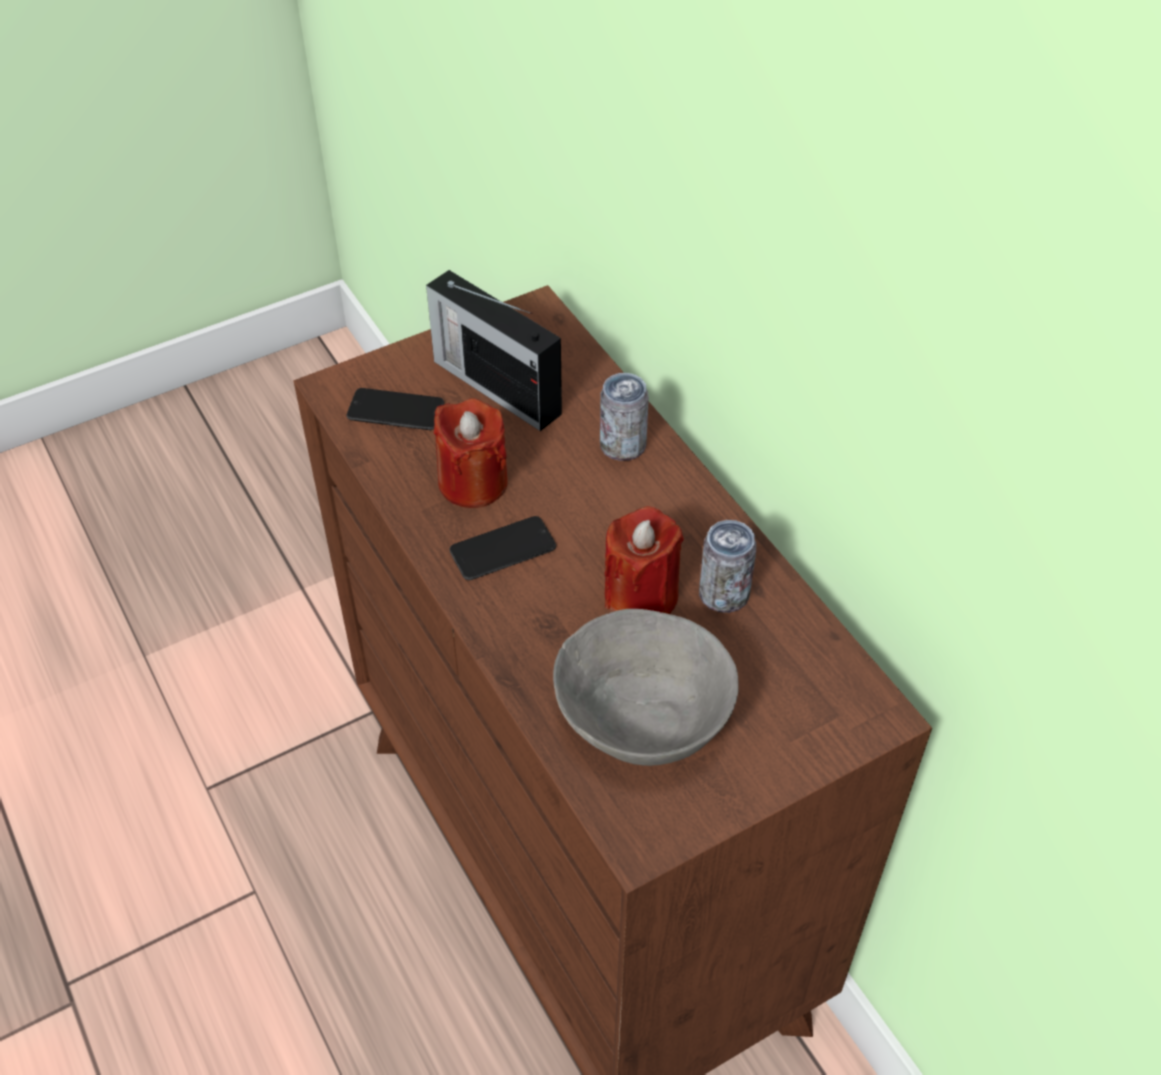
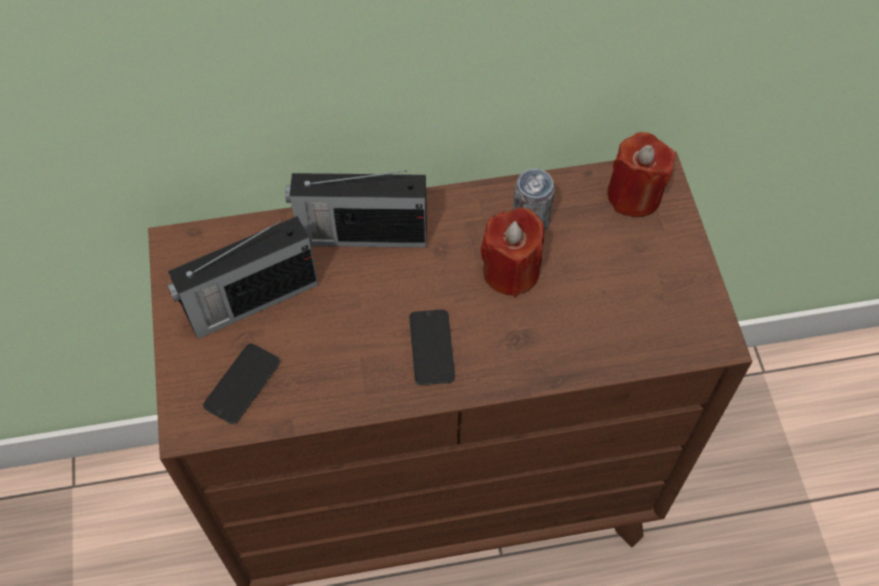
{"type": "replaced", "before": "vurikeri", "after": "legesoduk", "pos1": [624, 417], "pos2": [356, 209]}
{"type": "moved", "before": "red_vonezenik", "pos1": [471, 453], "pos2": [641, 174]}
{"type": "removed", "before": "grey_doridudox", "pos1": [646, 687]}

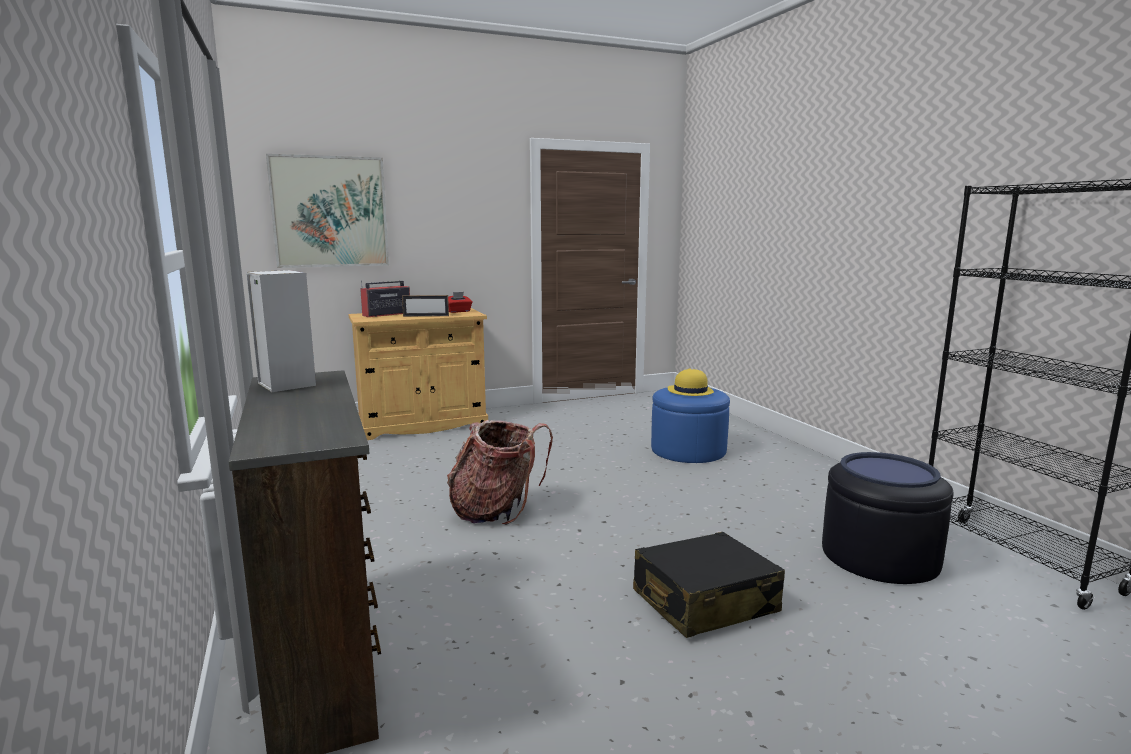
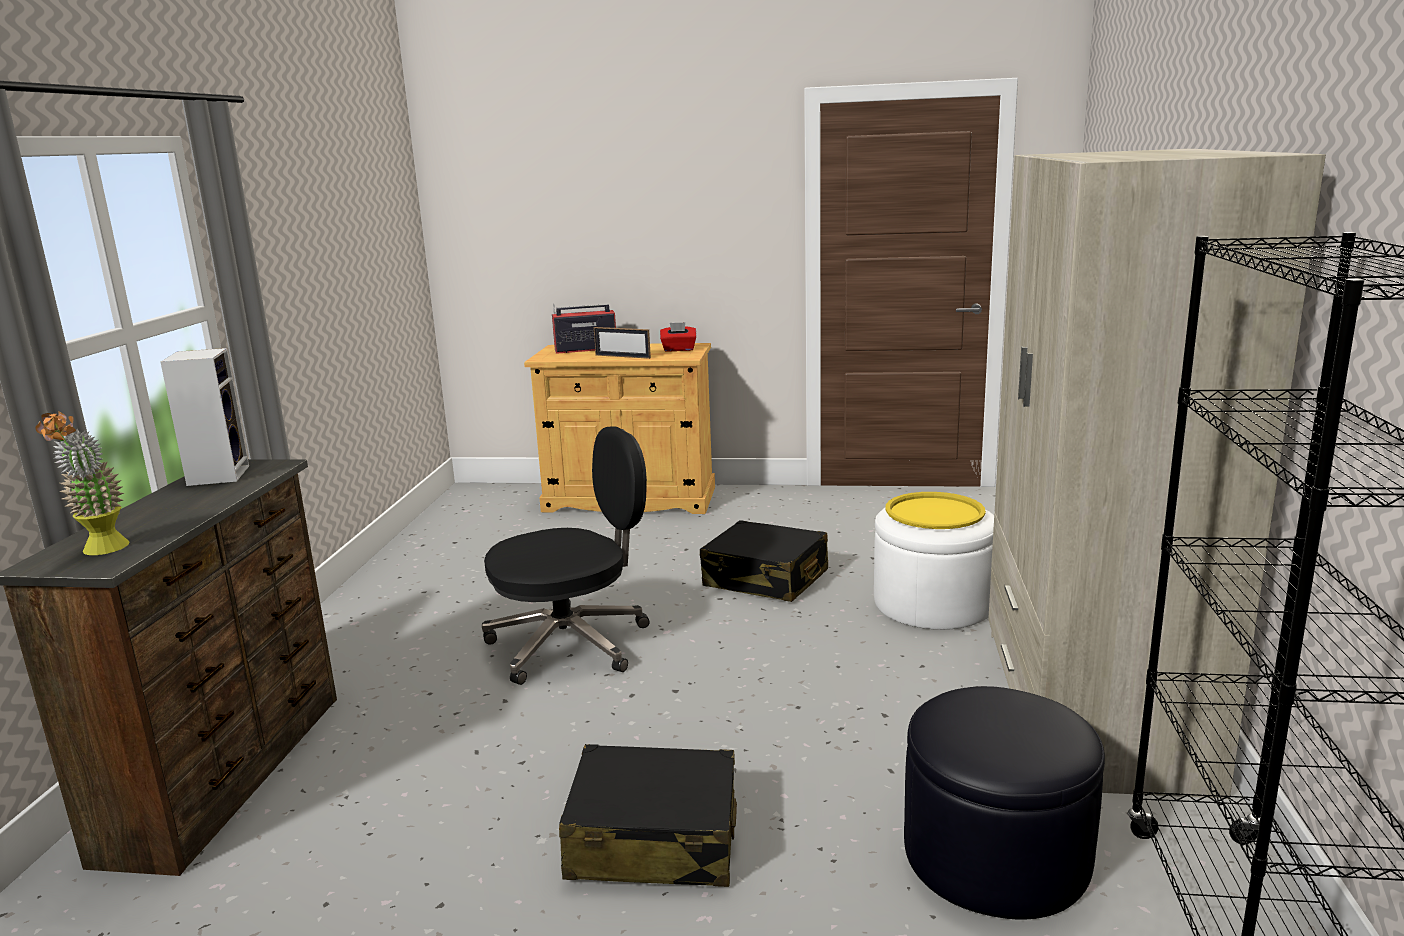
{"type": "removed", "before": "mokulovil", "pos1": [327, 211]}
{"type": "replaced", "before": "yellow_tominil", "after": "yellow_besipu", "pos1": [691, 382], "pos2": [935, 510]}
{"type": "recoloured", "before": "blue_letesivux", "after": "white_letesivux", "pos1": [690, 425], "pos2": [934, 568]}
{"type": "replaced", "before": "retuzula", "after": "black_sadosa", "pos1": [500, 472], "pos2": [566, 555]}
{"type": "removed", "before": "blue_besipu", "pos1": [890, 470]}
{"type": "added", "after": "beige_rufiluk", "pos2": [1157, 474]}
{"type": "added", "after": "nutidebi", "pos2": [82, 483]}
{"type": "added", "after": "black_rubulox", "pos2": [764, 561]}

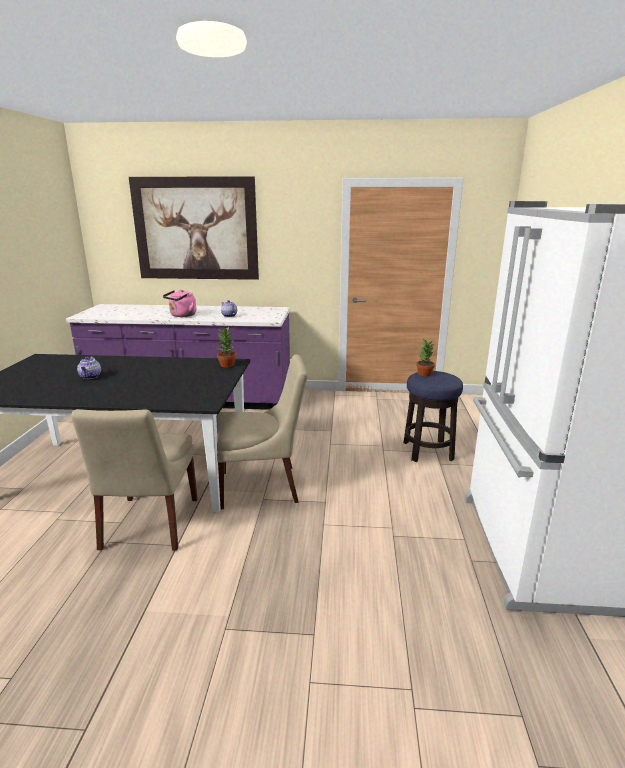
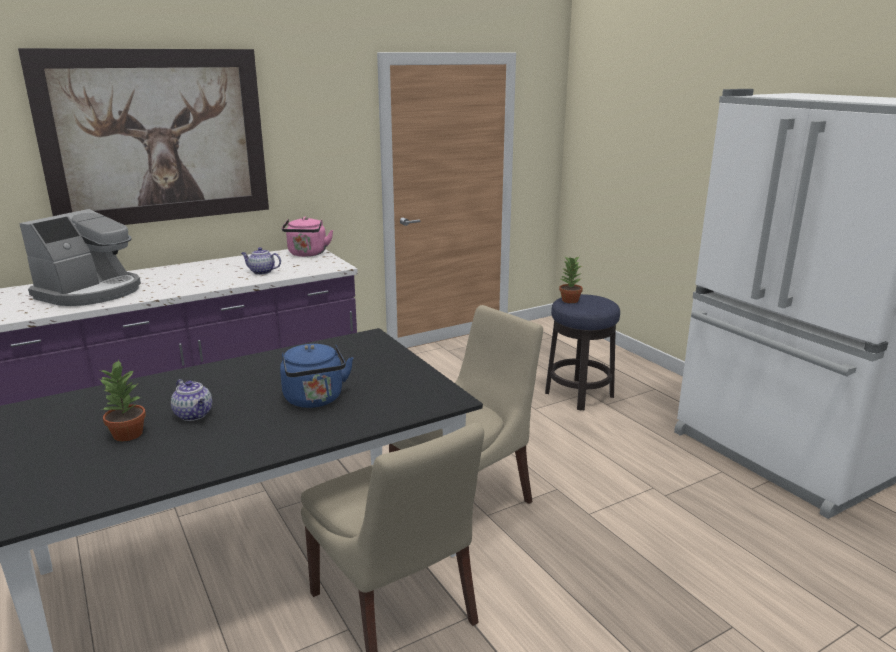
{"type": "moved", "before": "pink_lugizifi", "pos1": [179, 303], "pos2": [307, 237]}
{"type": "moved", "before": "nutidebi", "pos1": [227, 347], "pos2": [122, 400]}
{"type": "added", "after": "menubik", "pos2": [80, 257]}
{"type": "added", "after": "blue_lugizifi", "pos2": [316, 376]}

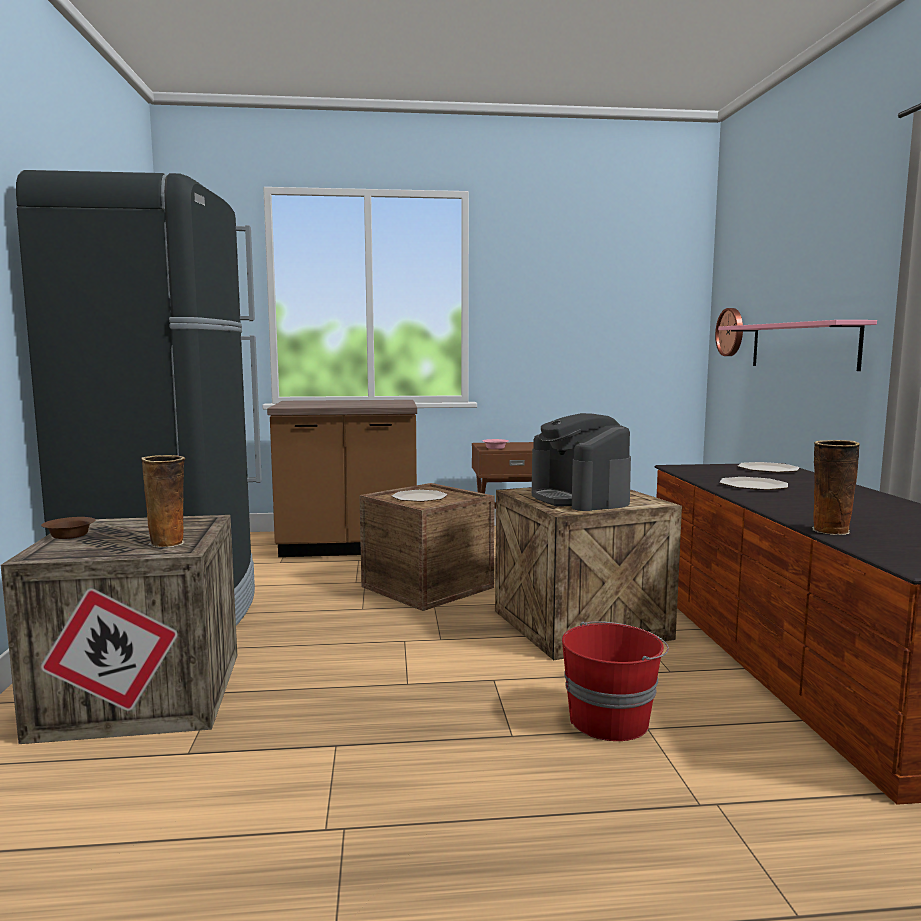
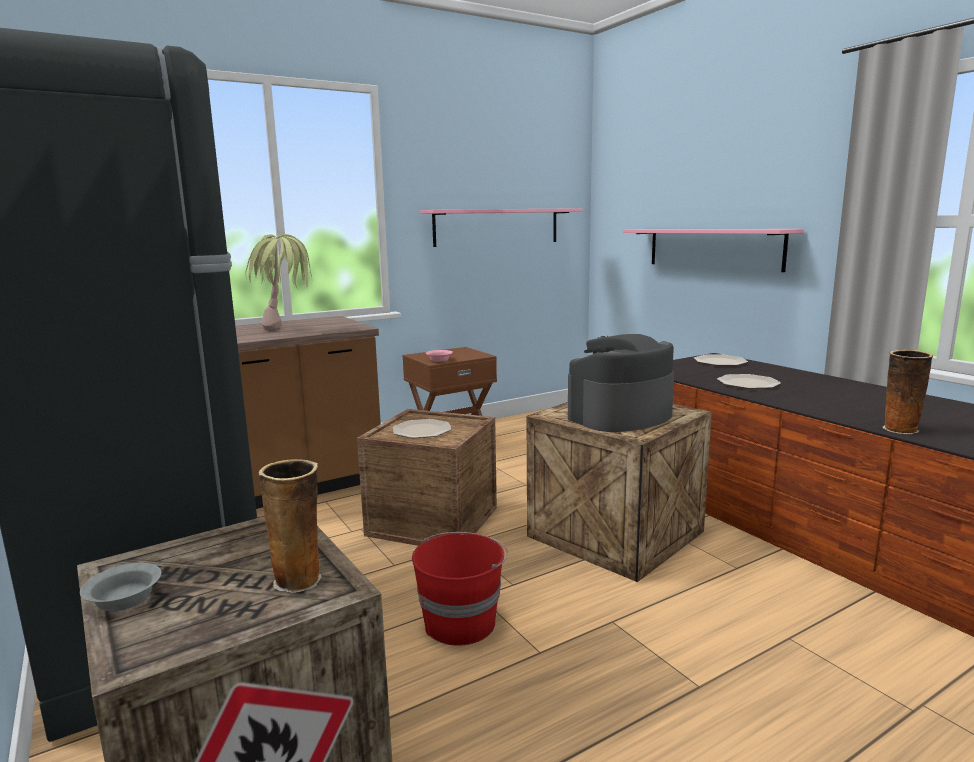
{"type": "removed", "before": "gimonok", "pos1": [729, 332]}
{"type": "turned", "before": "menubik", "pos1": [581, 462], "pos2": [621, 383], "turn": 105}
{"type": "recoloured", "before": "brown_doridudox", "after": "grey_doridudox", "pos1": [68, 528], "pos2": [120, 587]}
{"type": "moved", "before": "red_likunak", "pos1": [615, 681], "pos2": [460, 589]}
{"type": "added", "after": "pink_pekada", "pos2": [501, 227]}
{"type": "added", "after": "nutidebi", "pos2": [278, 282]}

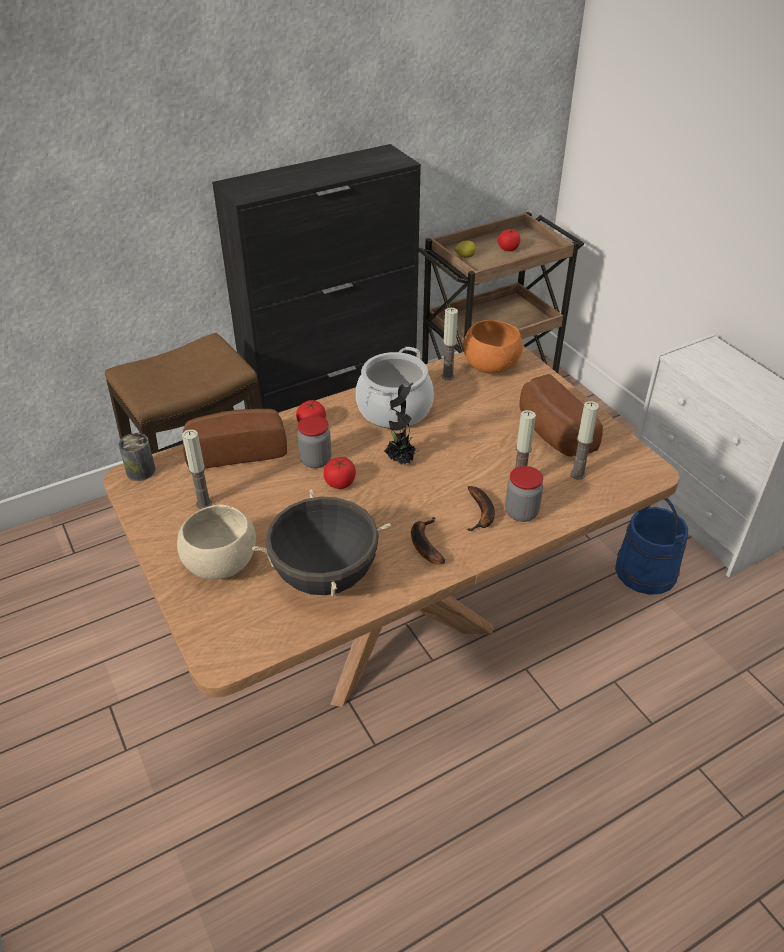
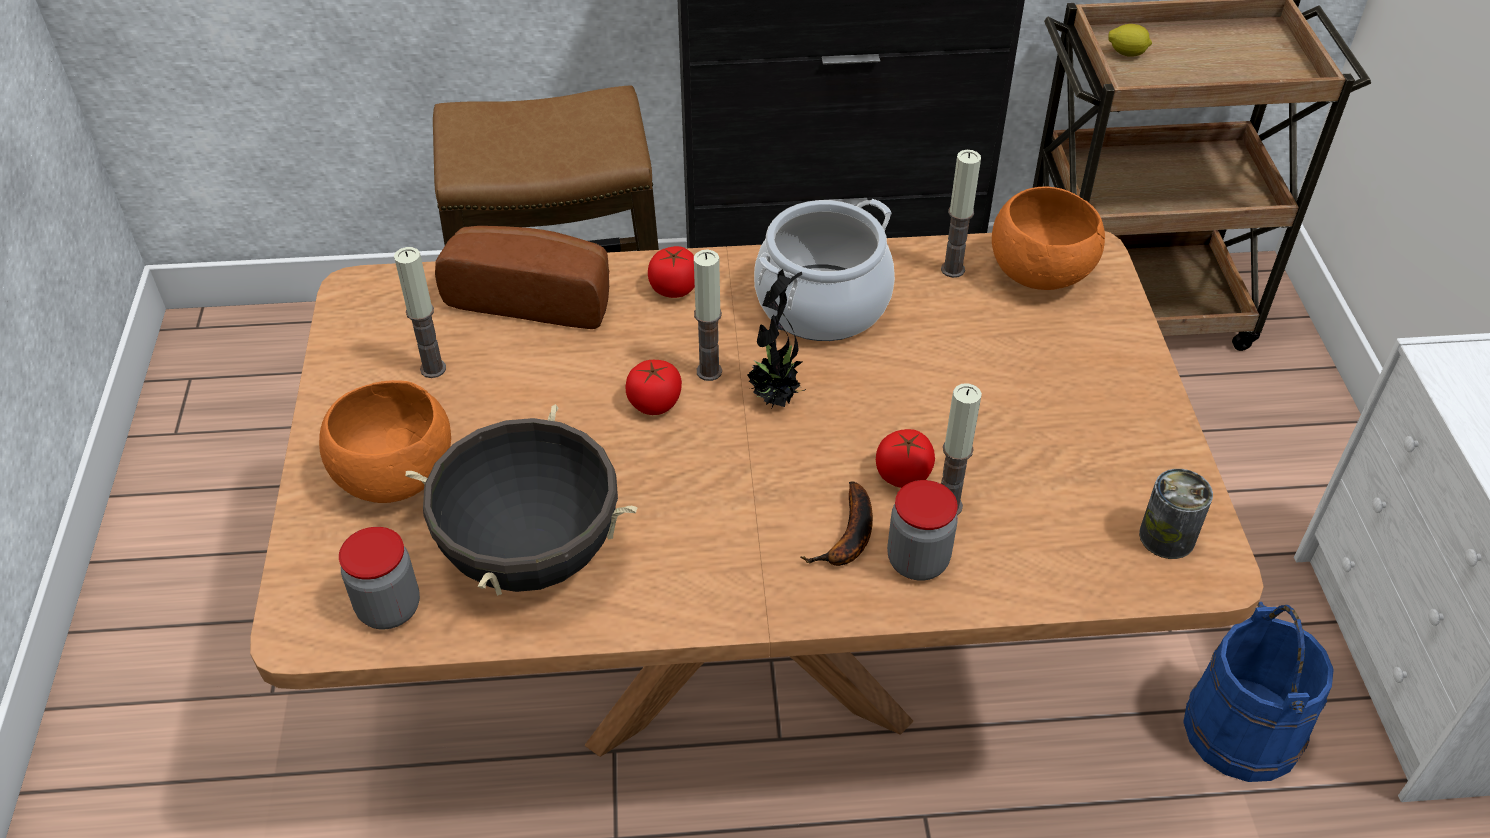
{"type": "moved", "before": "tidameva", "pos1": [509, 240], "pos2": [905, 458]}
{"type": "removed", "before": "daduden", "pos1": [561, 415]}
{"type": "moved", "before": "vonezenik", "pos1": [584, 440], "pos2": [708, 315]}
{"type": "moved", "before": "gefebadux", "pos1": [314, 442], "pos2": [379, 578]}
{"type": "moved", "before": "vurikeri", "pos1": [137, 457], "pos2": [1176, 514]}
{"type": "recoloured", "before": "beige_doridudox", "after": "orange_doridudox", "pos1": [216, 542], "pos2": [385, 441]}
{"type": "removed", "before": "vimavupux", "pos1": [428, 540]}

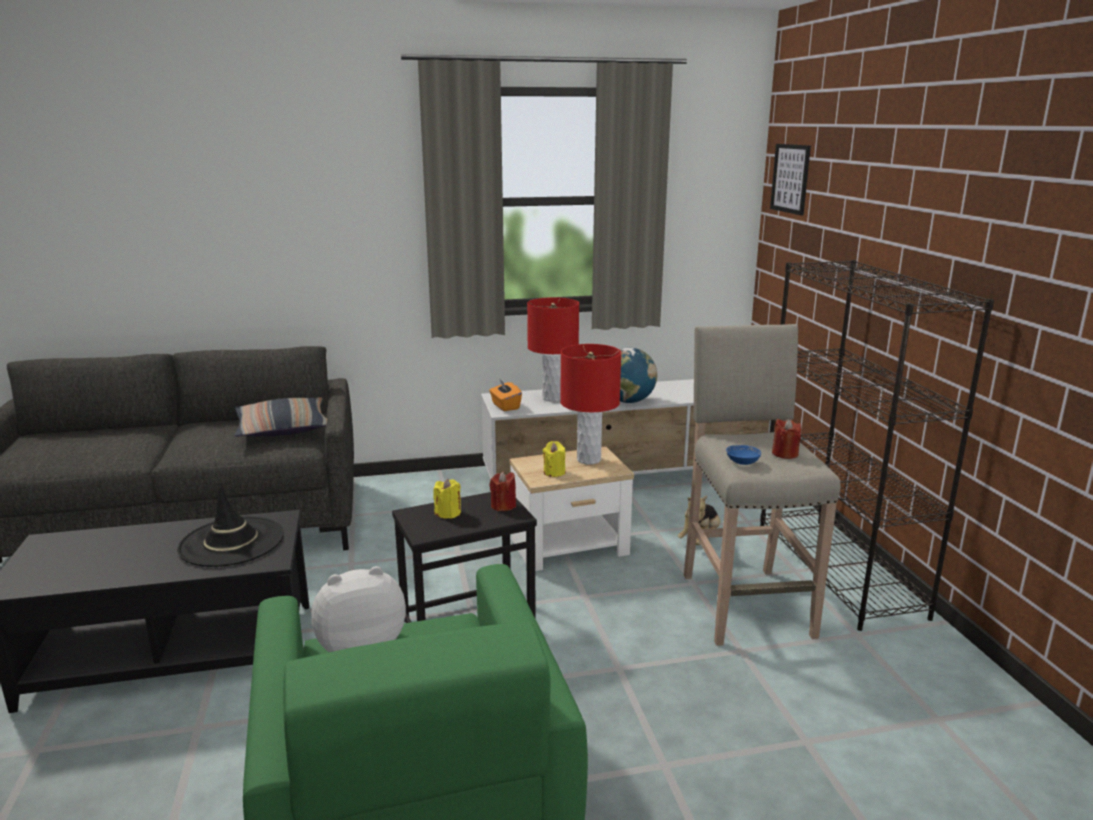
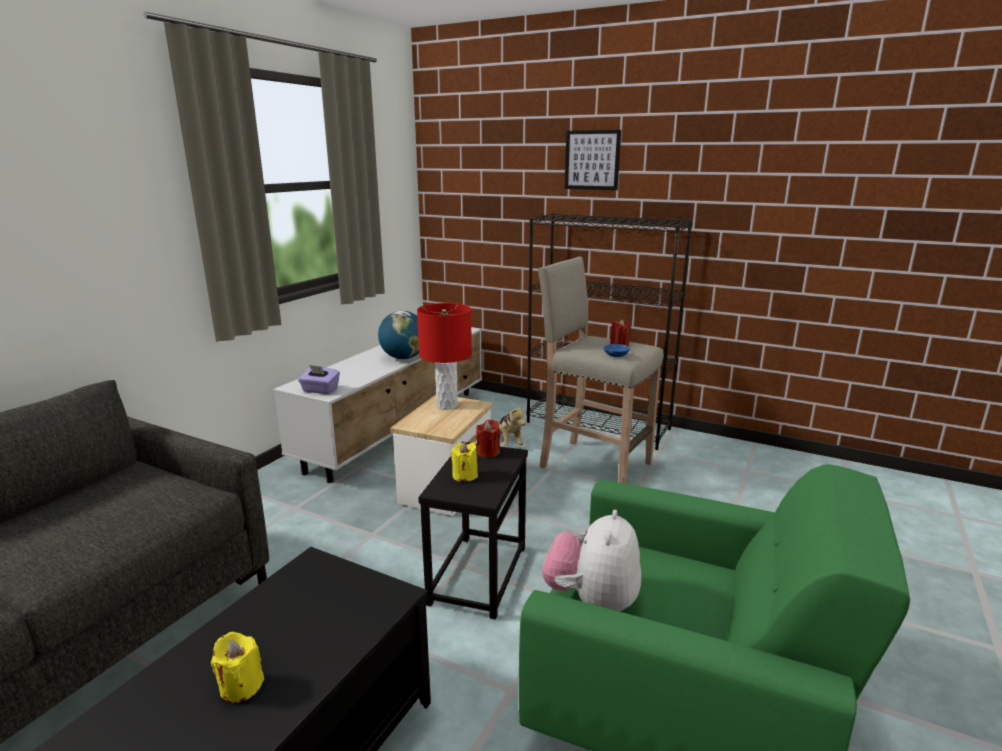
{"type": "moved", "before": "mokulovil", "pos1": [790, 180], "pos2": [593, 160]}
{"type": "removed", "before": "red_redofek", "pos1": [553, 349]}
{"type": "recoloured", "before": "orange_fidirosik", "after": "purple_fidirosik", "pos1": [505, 395], "pos2": [319, 379]}
{"type": "removed", "before": "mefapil", "pos1": [280, 417]}
{"type": "moved", "before": "yellow_vonezenik", "pos1": [554, 459], "pos2": [237, 667]}
{"type": "removed", "before": "black_tominil", "pos1": [230, 527]}

